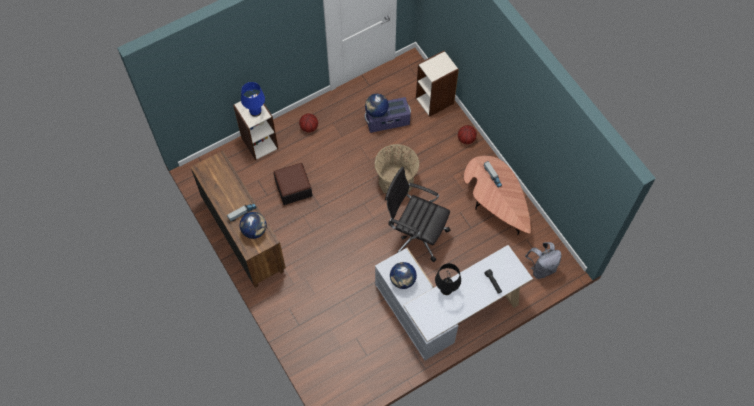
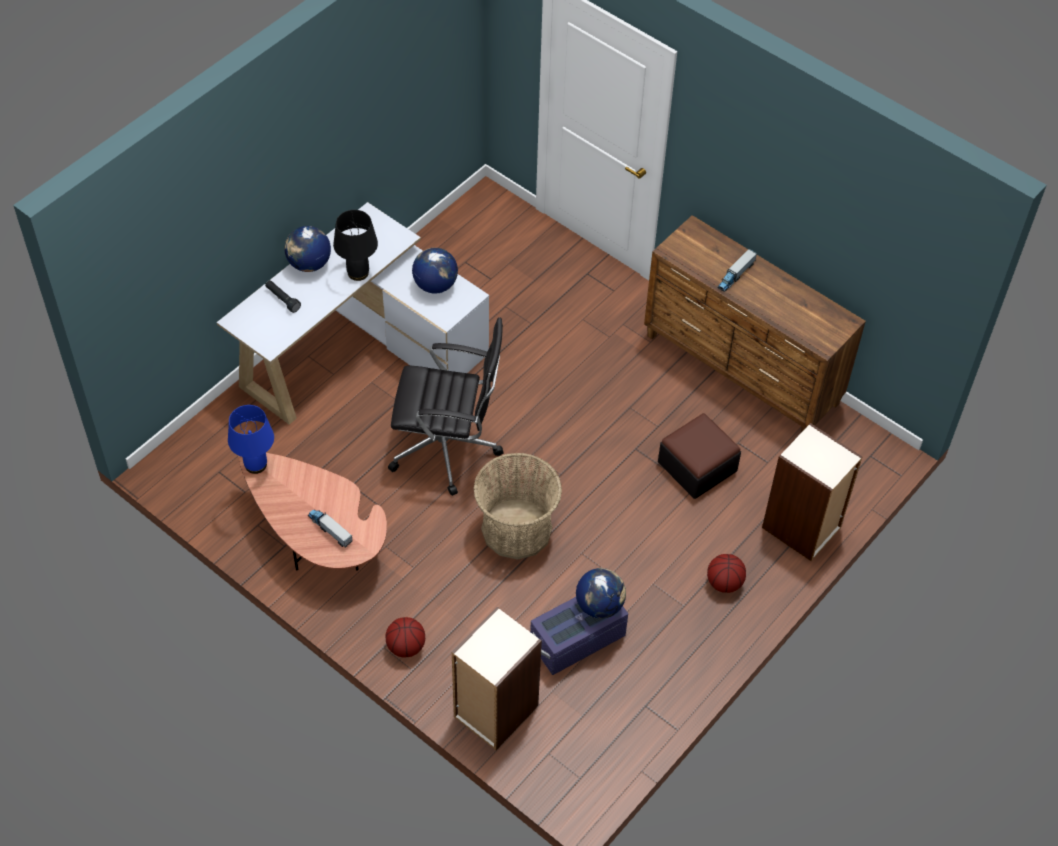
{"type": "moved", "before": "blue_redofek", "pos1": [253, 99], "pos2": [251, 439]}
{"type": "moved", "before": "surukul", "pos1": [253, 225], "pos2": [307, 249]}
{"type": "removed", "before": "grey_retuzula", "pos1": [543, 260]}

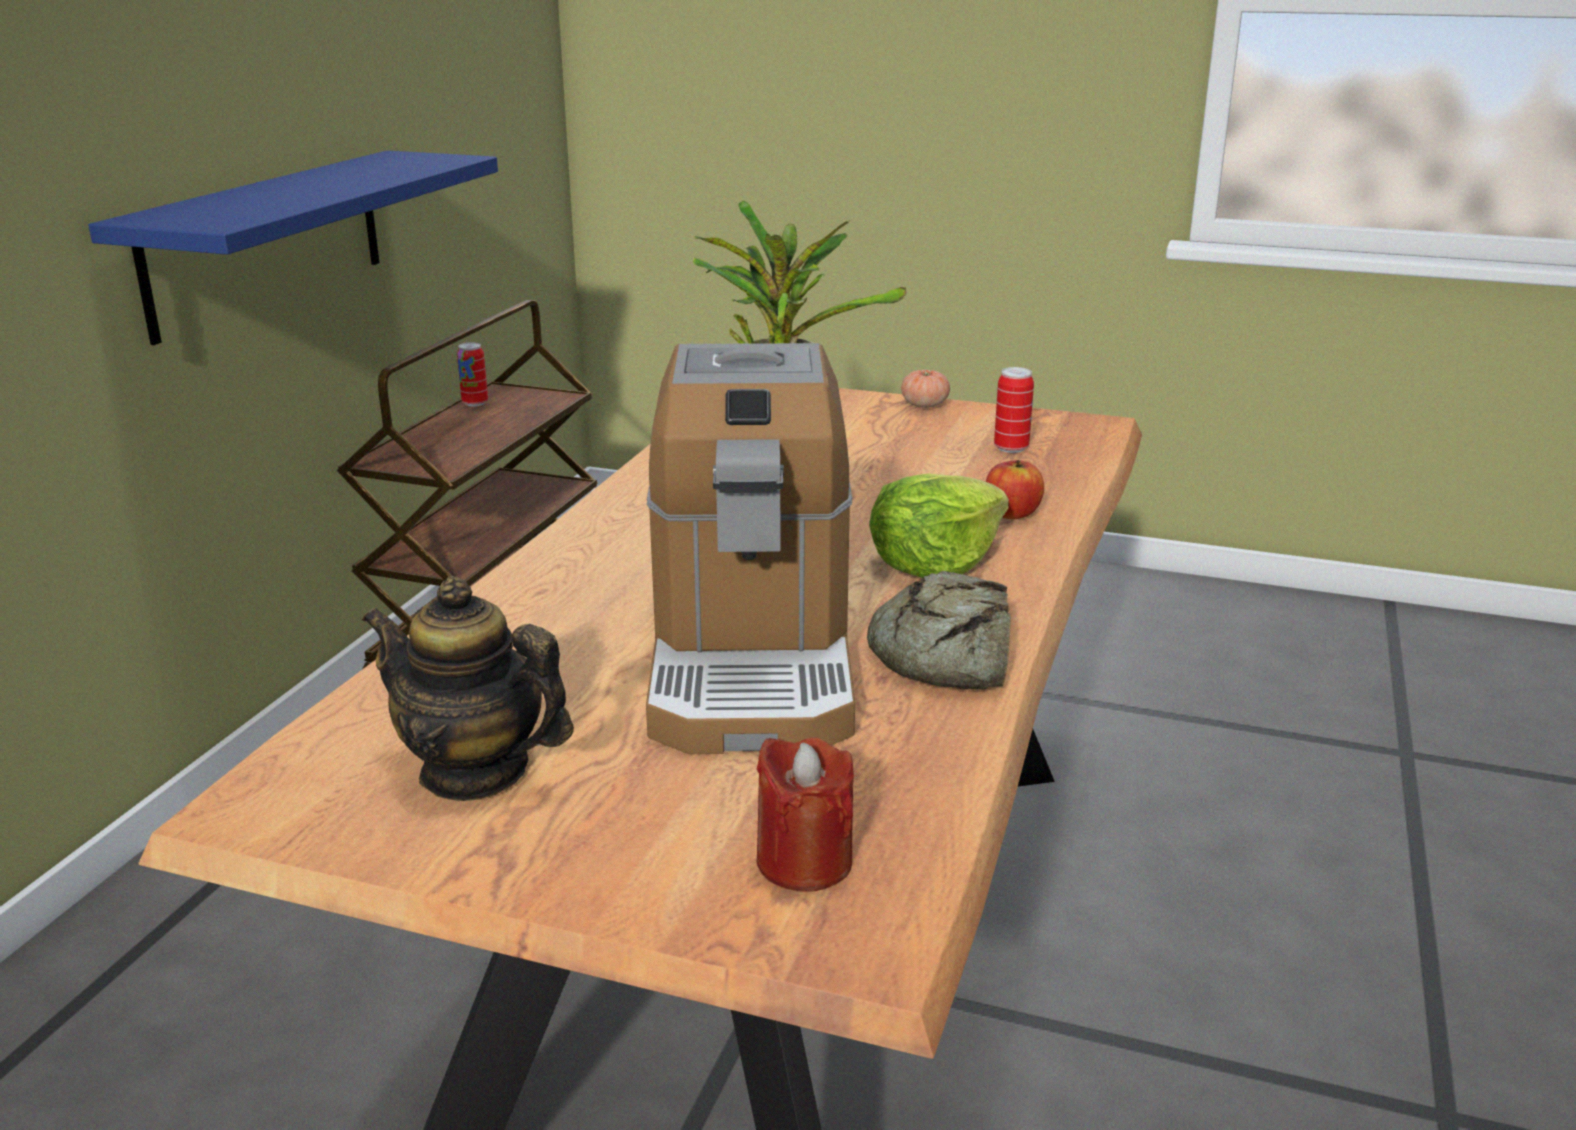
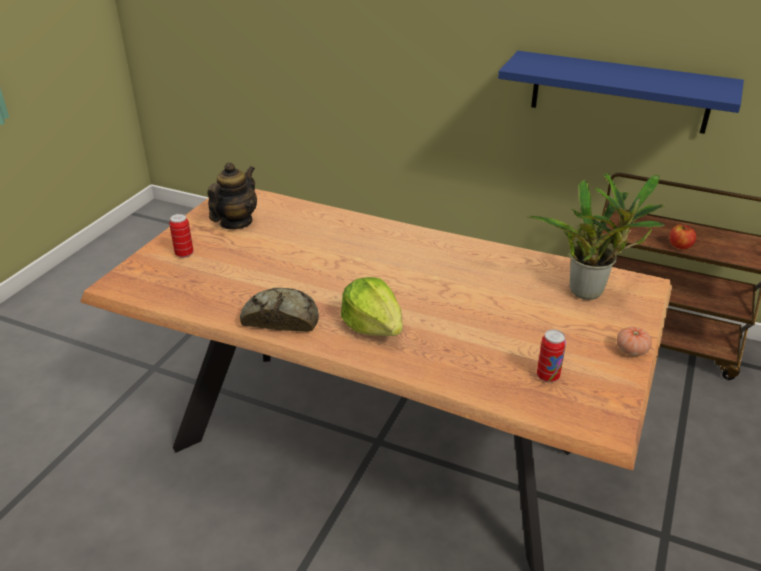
{"type": "moved", "before": "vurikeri", "pos1": [472, 374], "pos2": [181, 236]}
{"type": "removed", "before": "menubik", "pos1": [750, 548]}
{"type": "moved", "before": "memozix", "pos1": [1015, 489], "pos2": [682, 236]}
{"type": "removed", "before": "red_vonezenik", "pos1": [805, 814]}

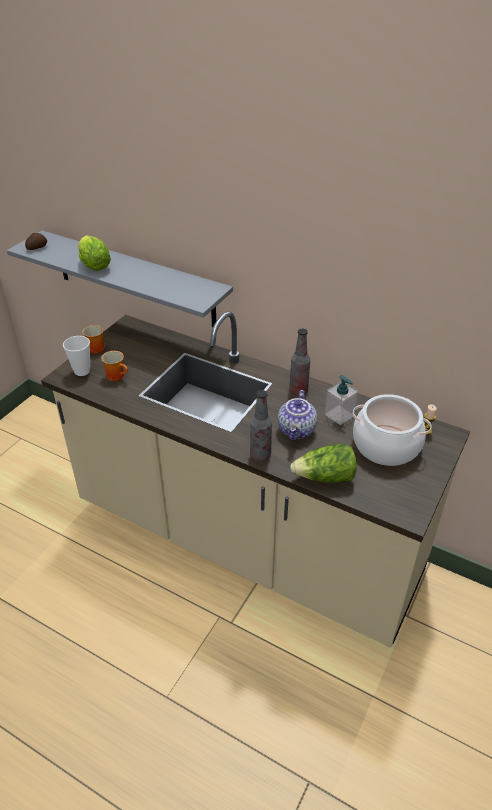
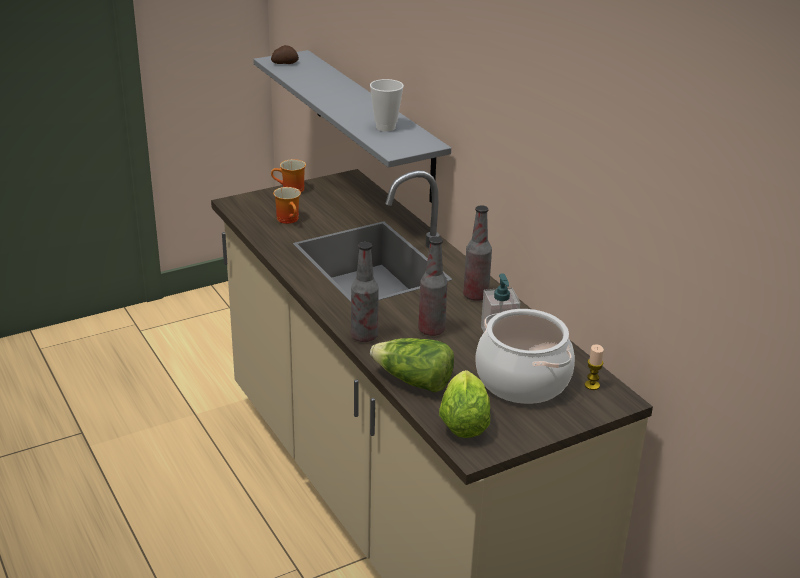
{"type": "moved", "before": "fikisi", "pos1": [94, 253], "pos2": [464, 404]}
{"type": "moved", "before": "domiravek", "pos1": [76, 356], "pos2": [387, 105]}
{"type": "replaced", "before": "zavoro", "after": "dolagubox", "pos1": [297, 415], "pos2": [432, 286]}

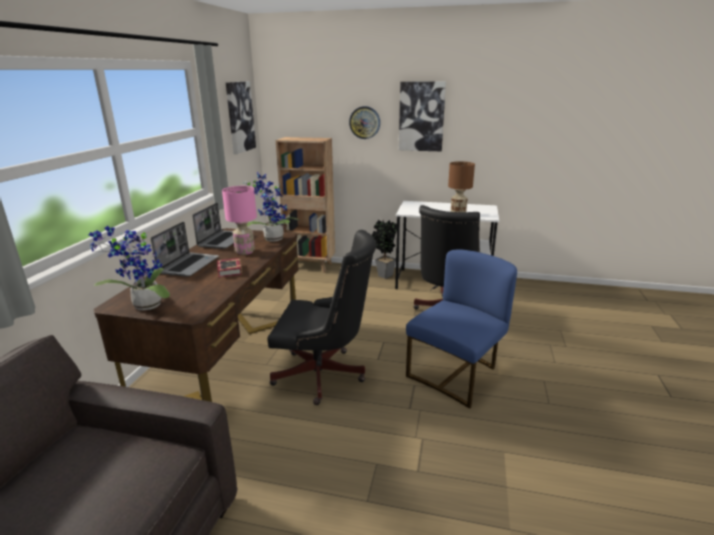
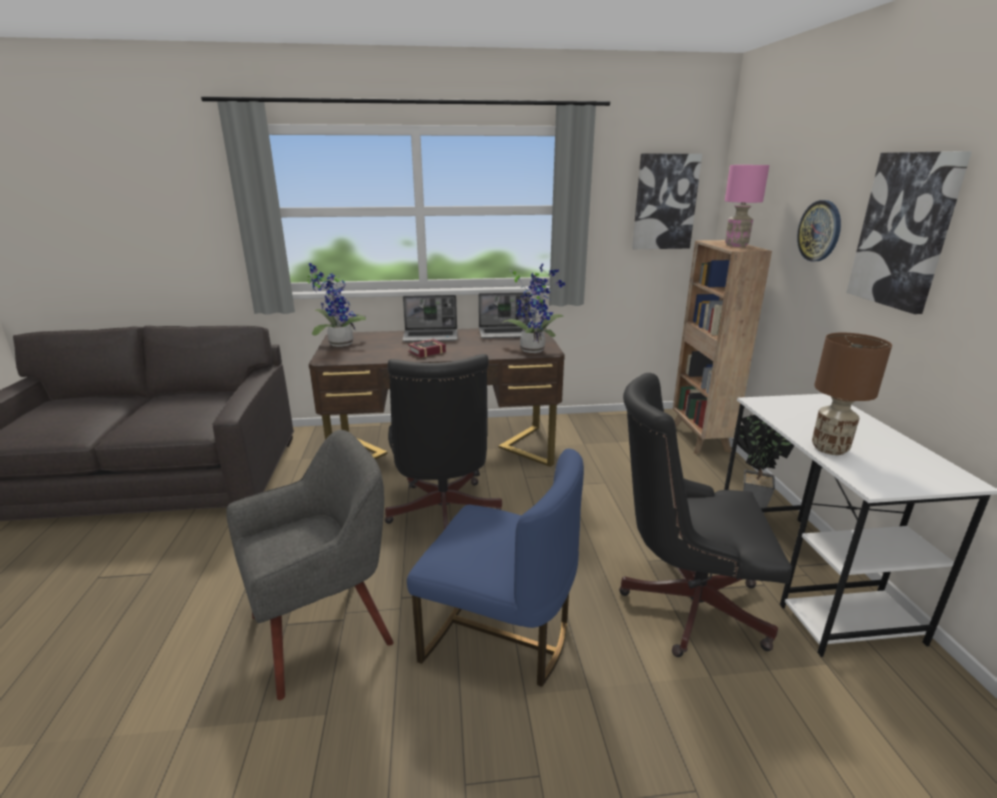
{"type": "moved", "before": "pink_redofek", "pos1": [239, 220], "pos2": [747, 206]}
{"type": "added", "after": "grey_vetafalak", "pos2": [310, 565]}

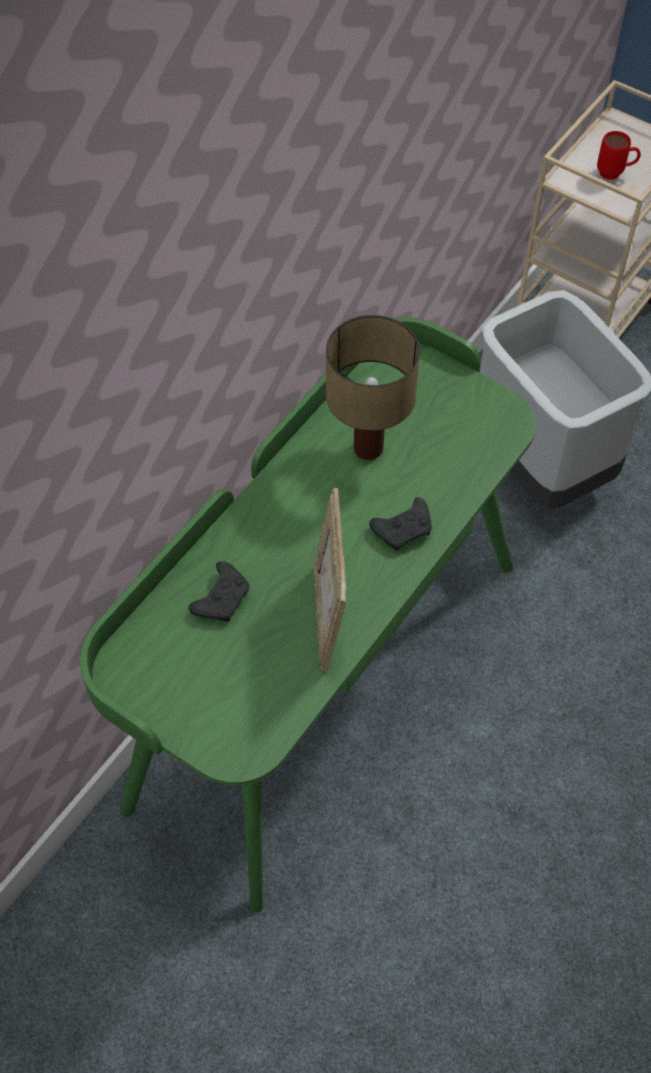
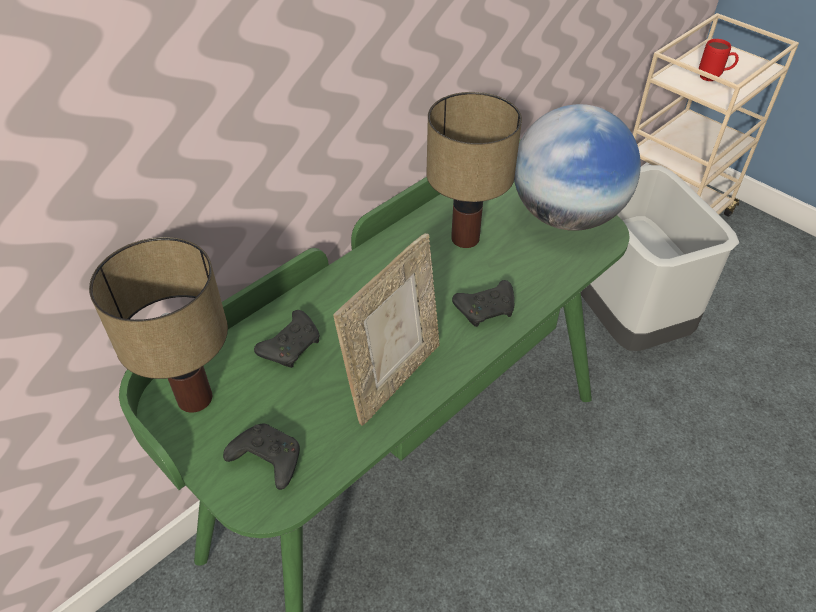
{"type": "turned", "before": "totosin", "pos1": [330, 579], "pos2": [386, 329], "turn": -150}
{"type": "added", "after": "surukul", "pos2": [577, 167]}
{"type": "added", "after": "redofek", "pos2": [158, 325]}
{"type": "added", "after": "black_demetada", "pos2": [261, 456]}

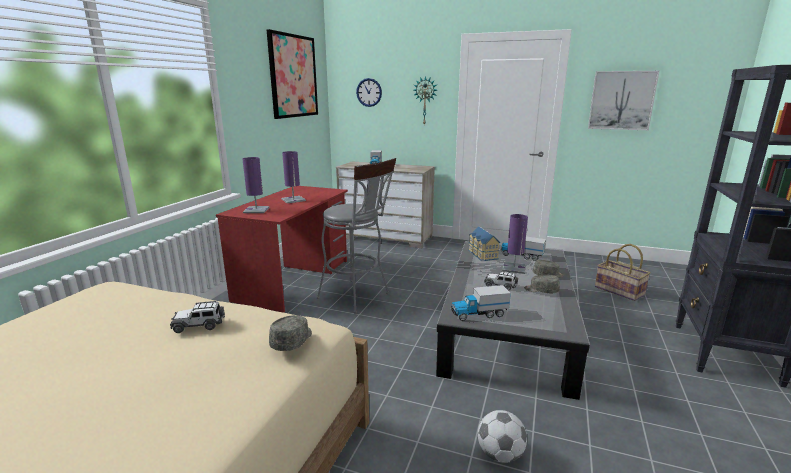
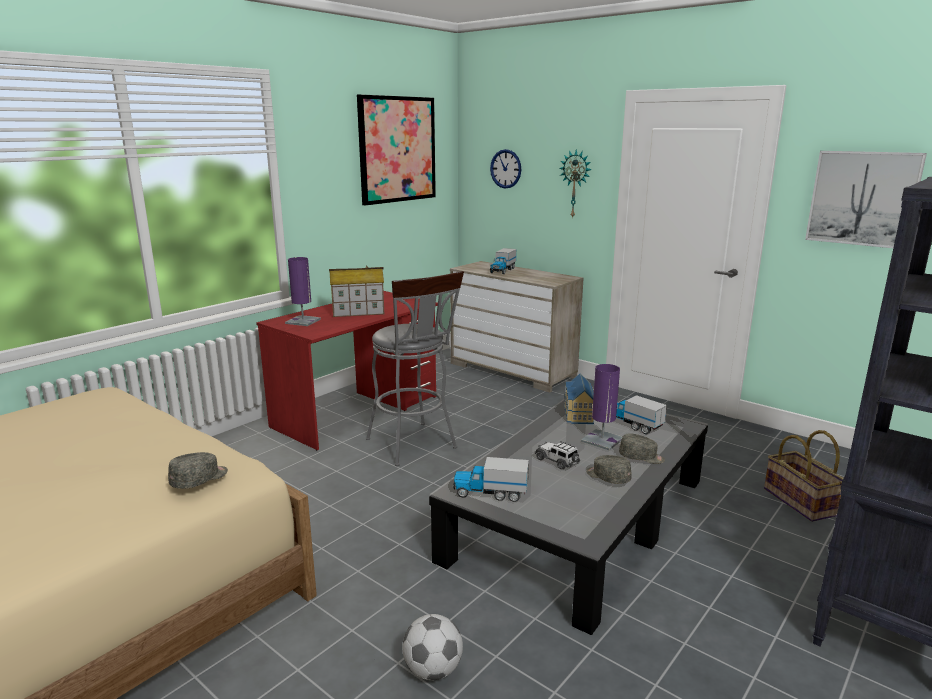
{"type": "replaced", "before": "purple_redofek", "after": "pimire", "pos1": [293, 177], "pos2": [356, 291]}
{"type": "removed", "before": "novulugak", "pos1": [197, 317]}

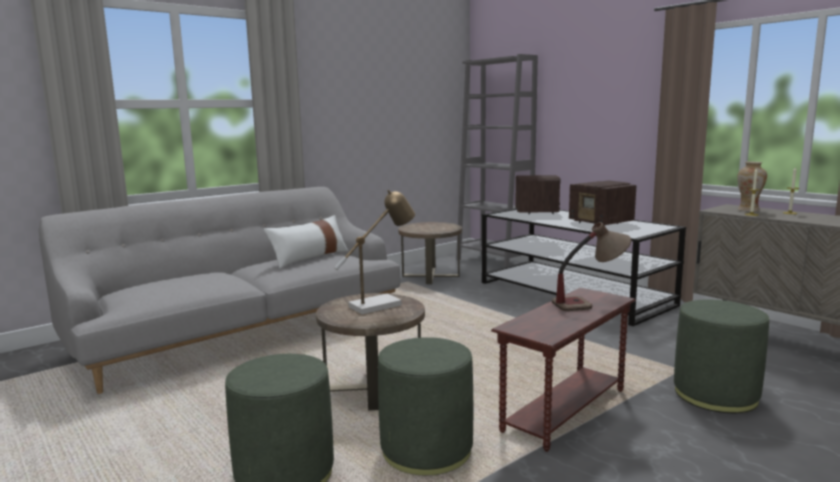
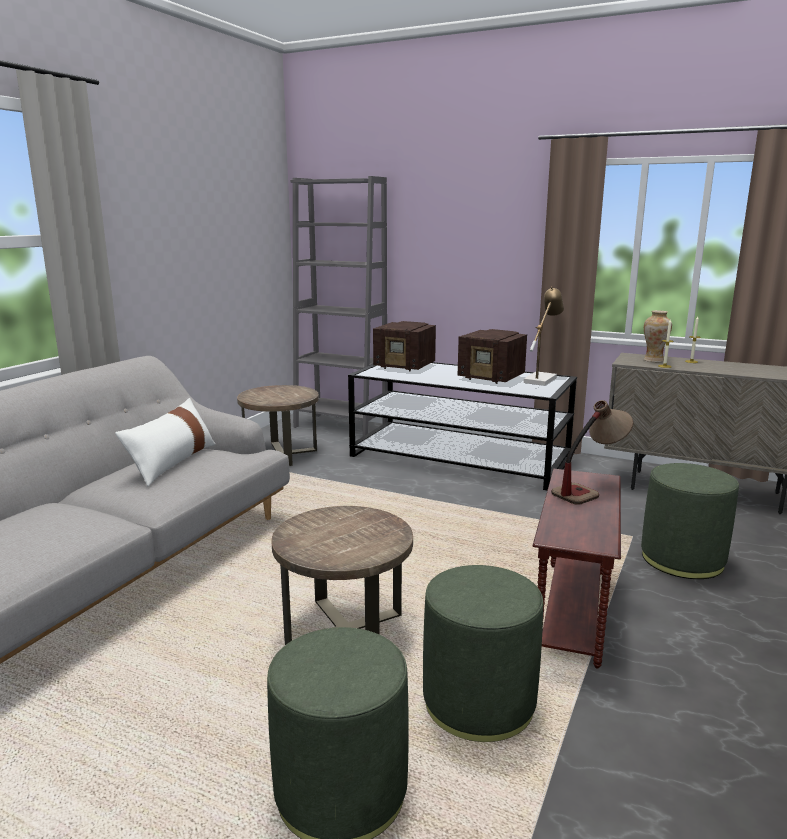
{"type": "turned", "before": "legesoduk", "pos1": [537, 194], "pos2": [404, 346], "turn": 135}
{"type": "moved", "before": "redofek", "pos1": [374, 252], "pos2": [544, 336]}

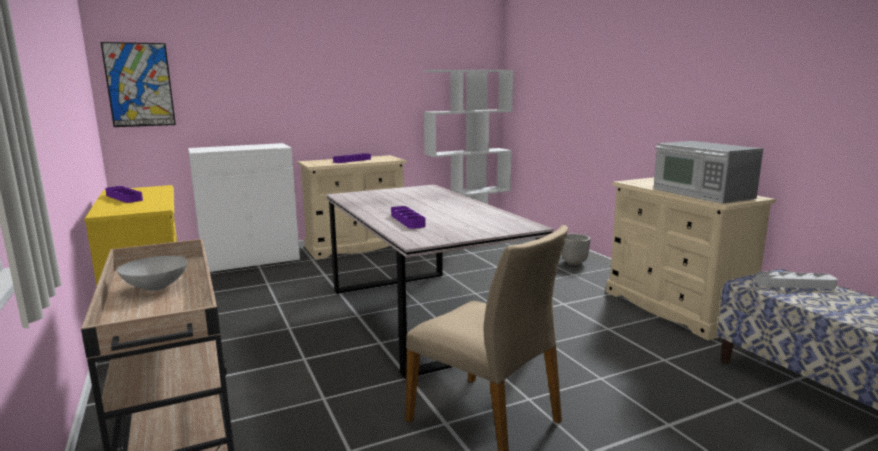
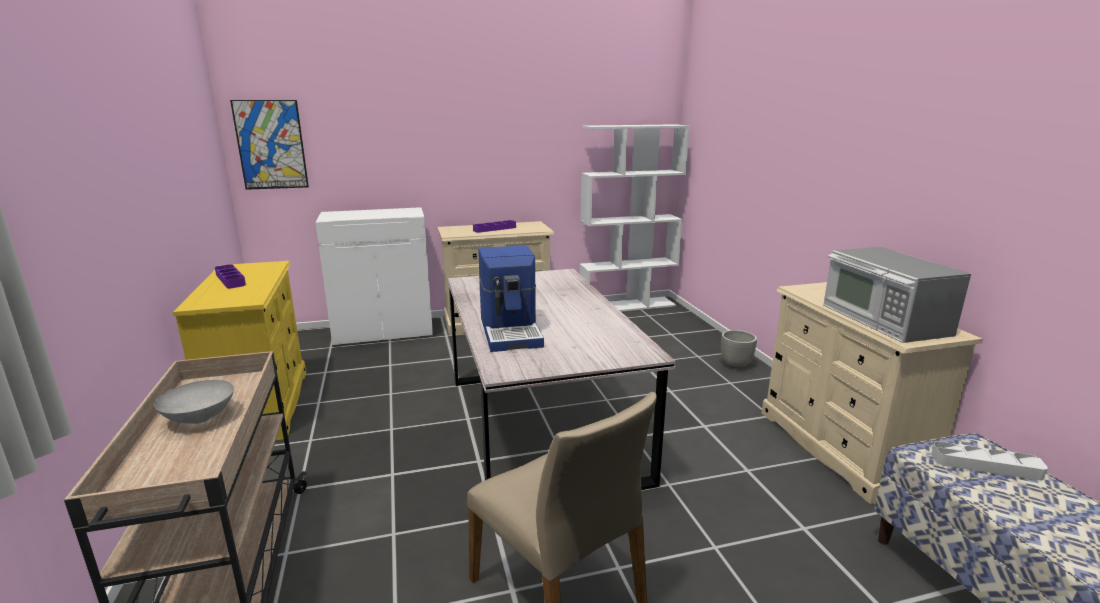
{"type": "replaced", "before": "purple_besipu", "after": "menubik", "pos1": [408, 217], "pos2": [511, 298]}

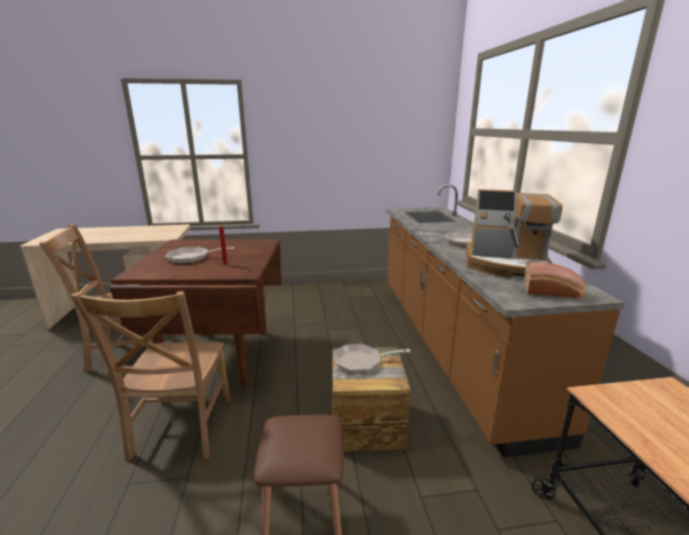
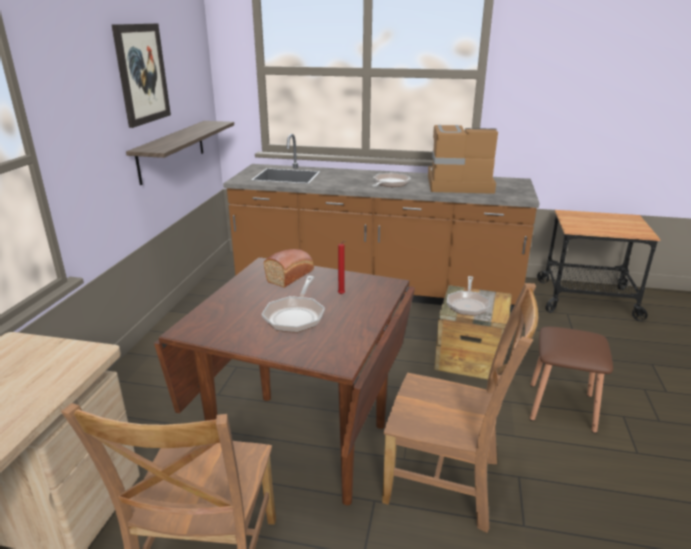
{"type": "turned", "before": "menubik", "pos1": [514, 233], "pos2": [463, 159], "turn": -120}
{"type": "moved", "before": "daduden", "pos1": [554, 280], "pos2": [289, 268]}
{"type": "added", "after": "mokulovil", "pos2": [141, 75]}
{"type": "added", "after": "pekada", "pos2": [180, 153]}

